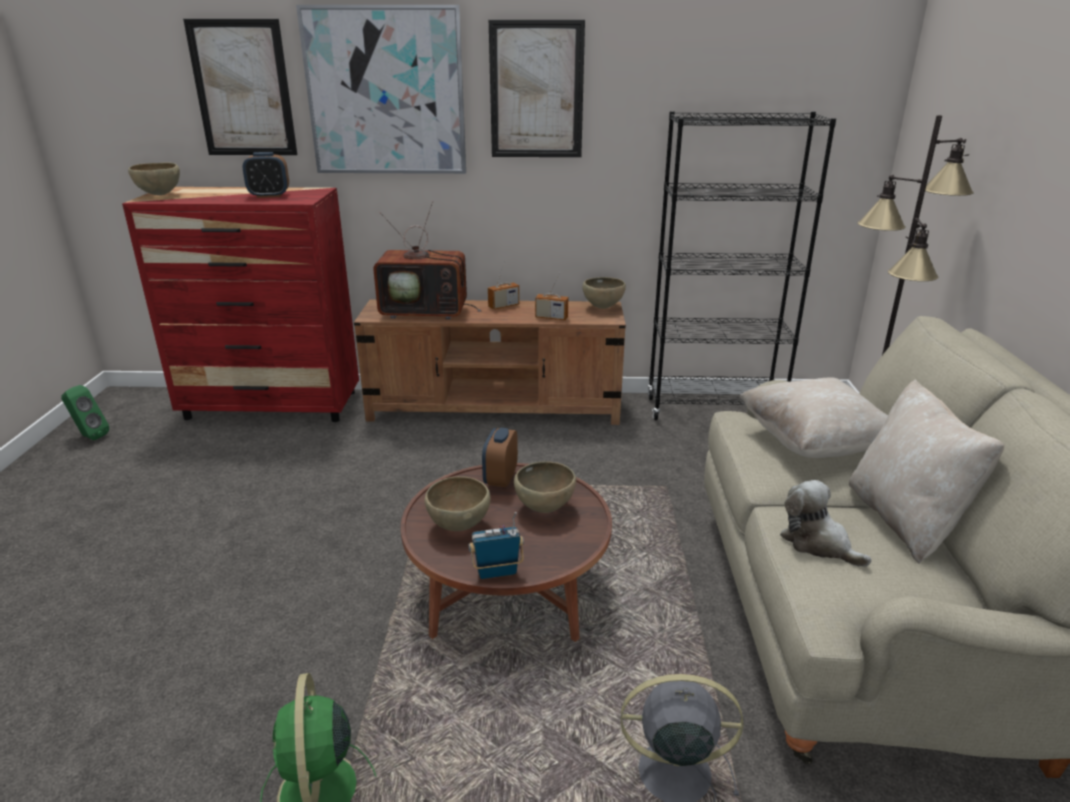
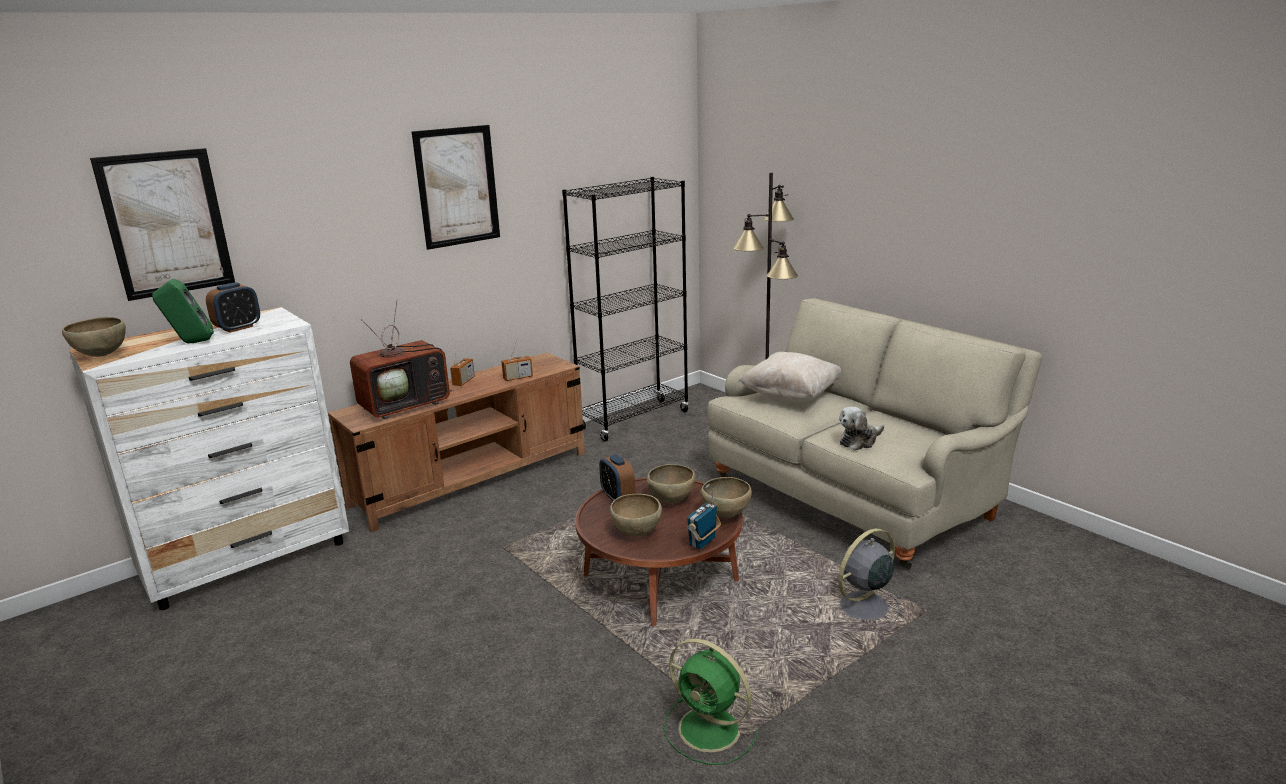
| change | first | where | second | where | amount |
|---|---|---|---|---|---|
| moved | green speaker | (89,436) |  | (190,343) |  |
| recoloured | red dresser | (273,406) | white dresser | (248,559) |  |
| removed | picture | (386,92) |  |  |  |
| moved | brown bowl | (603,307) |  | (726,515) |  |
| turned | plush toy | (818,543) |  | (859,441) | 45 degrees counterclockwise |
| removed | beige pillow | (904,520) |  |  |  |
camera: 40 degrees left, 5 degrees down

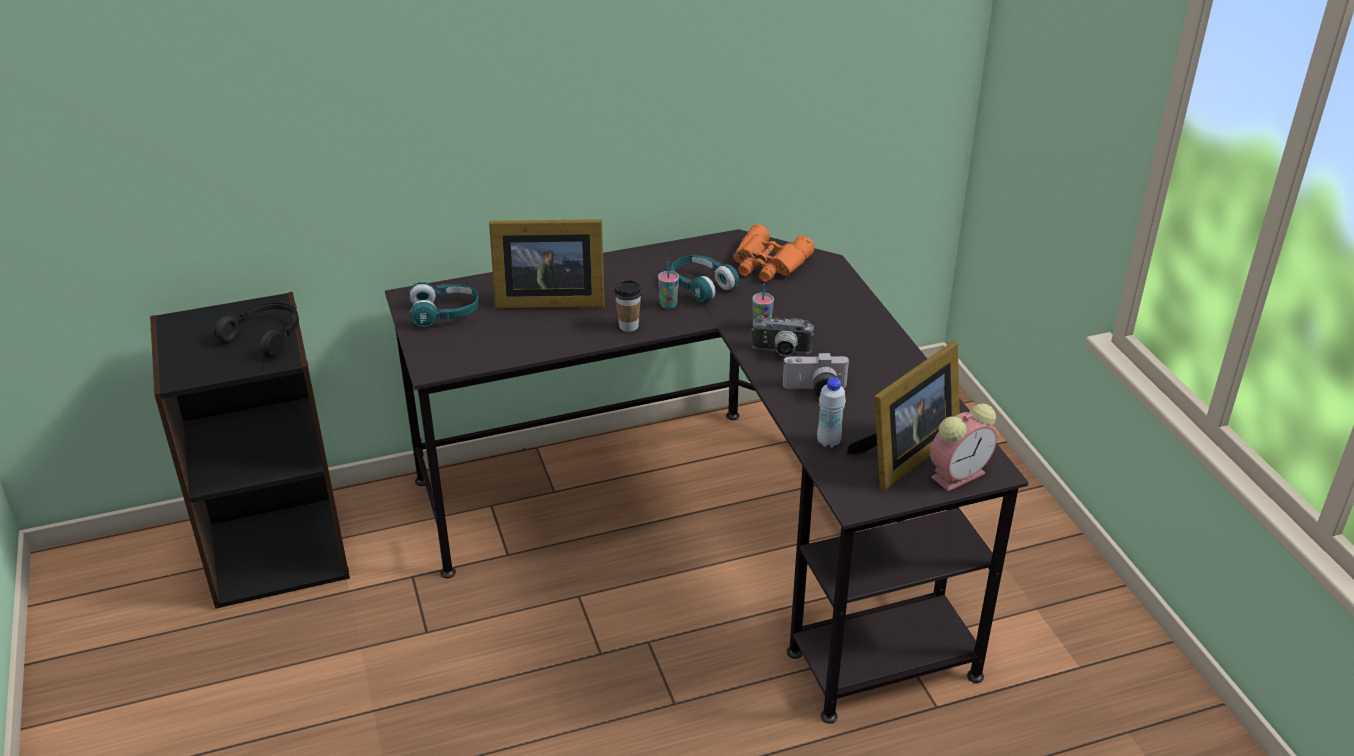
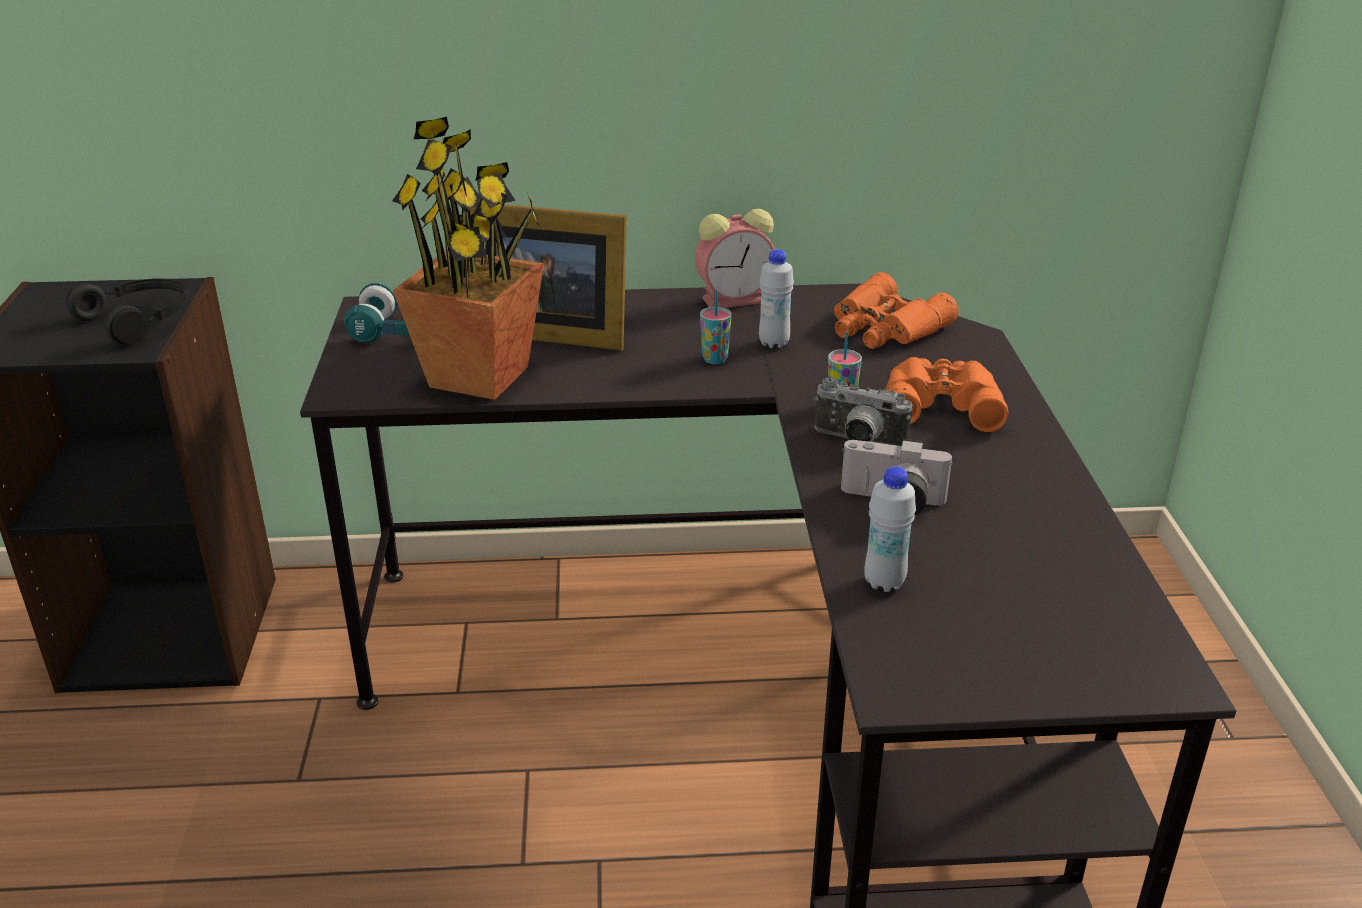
| change | first | where | second | where | amount |
|---|---|---|---|---|---|
| removed | cup | (628,326) |  |  |  |
| replaced | turquoise headphones | (701,286) | white bottle | (774,343) |  |
| removed | picture frame | (904,455) |  |  |  |
| moved | alarm clock | (959,474) |  | (736,299) |  |
| added |  |  | potted plant | (479,376) |  |
| added |  |  | orange binoculars | (940,402) |  |
camera: 15 degrees right, 5 degrees down

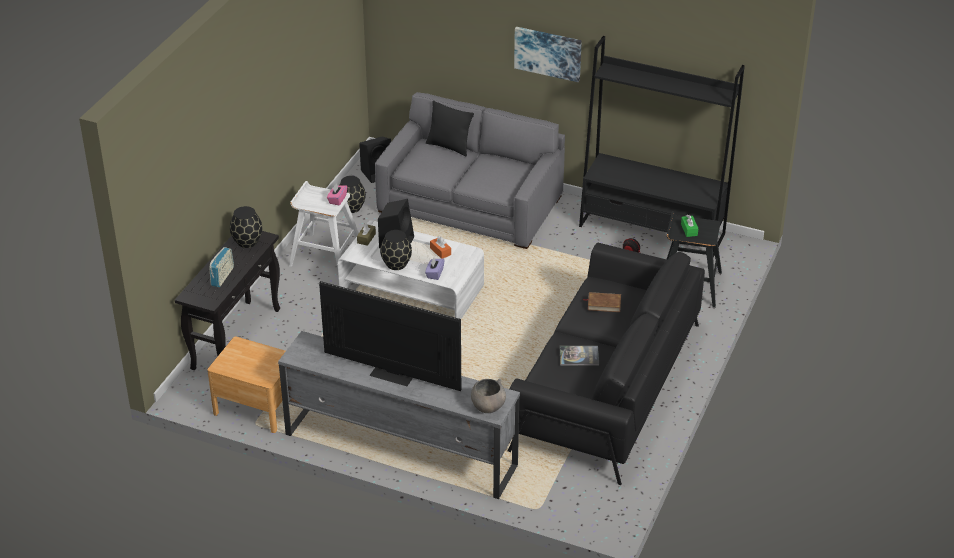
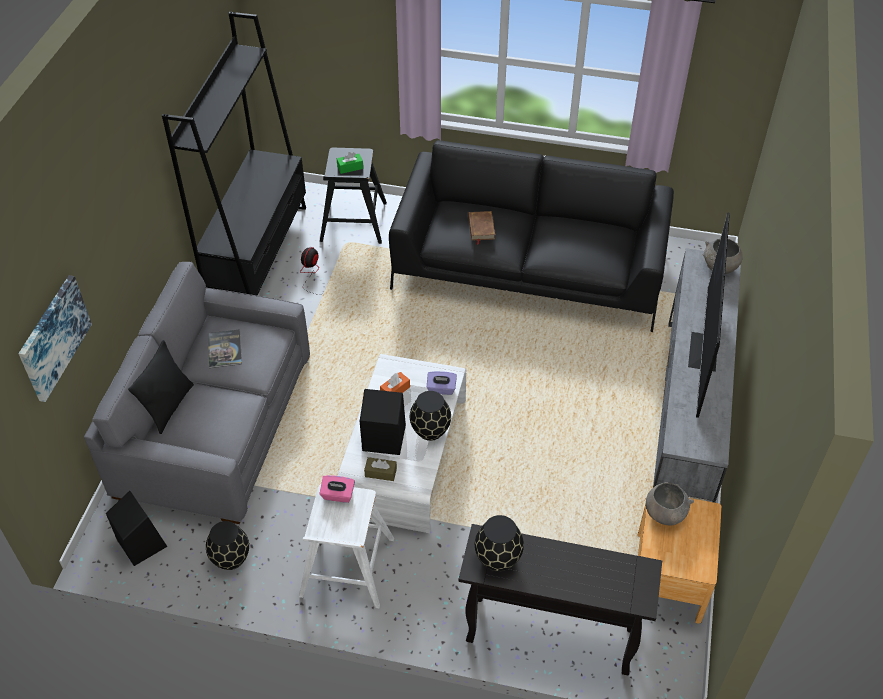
| change | first | where | second | where | amount |
|---|---|---|---|---|---|
| removed | radio | (222,276) |  |  |  |
| moved | picture | (548,53) |  | (53,337) |  |
| moved | book | (579,356) |  | (224,349) |  |
| added |  |  | grey bowl | (664,514) |  |
camera: 100 degrees left, 10 degrees up

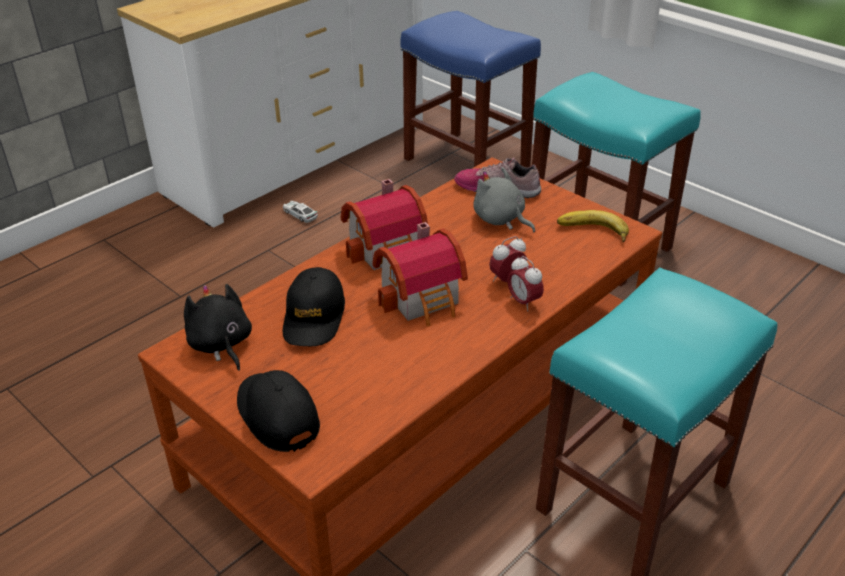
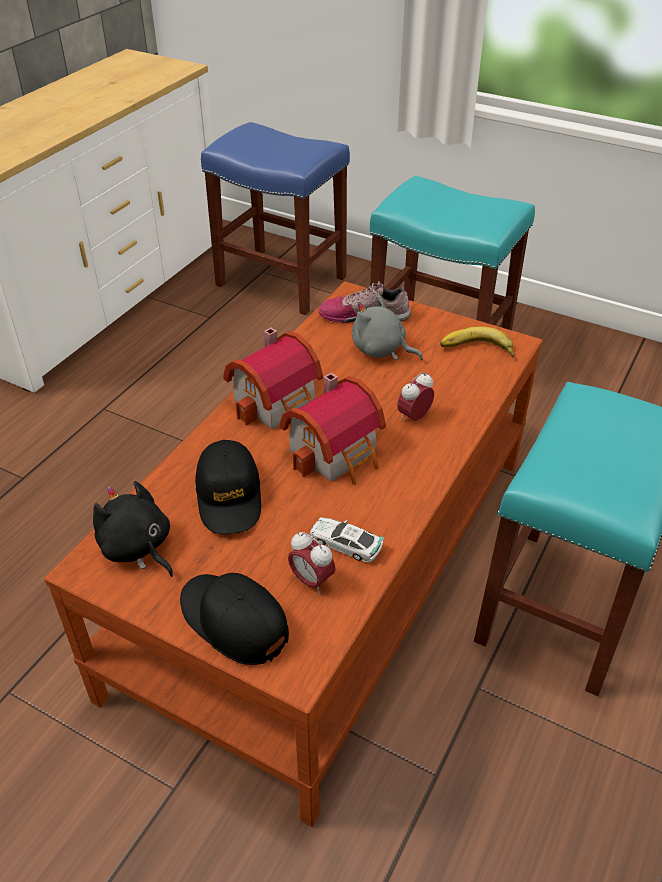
| change | first | where | second | where | amount |
|---|---|---|---|---|---|
| moved | toy car | (300,214) |  | (345,543) |  |
| moved | alarm clock | (523,302) |  | (311,580) |  |
camera: 15 degrees left, 5 degrees up

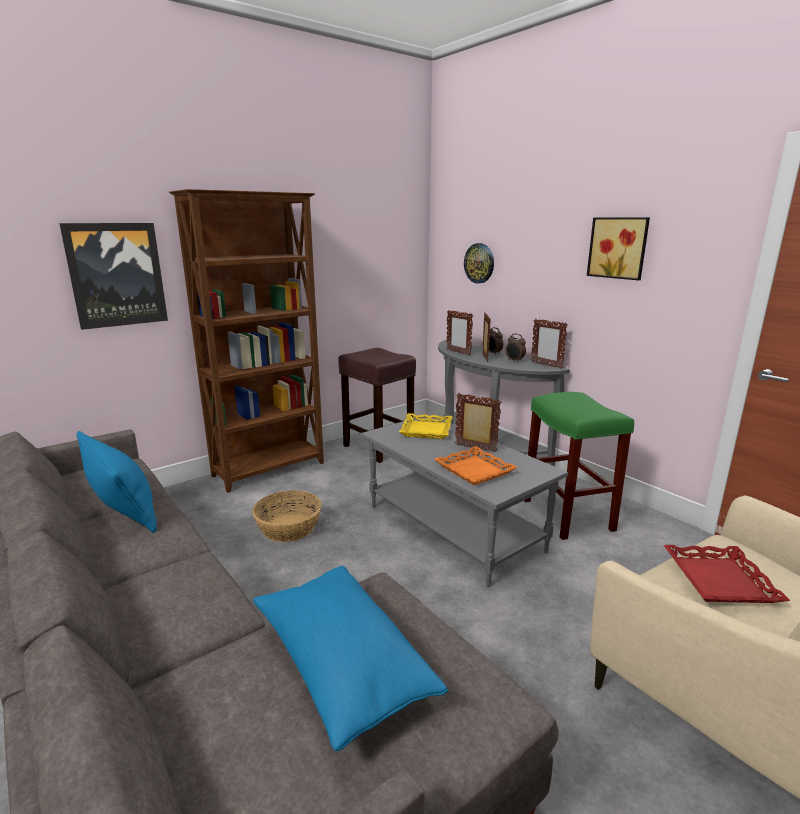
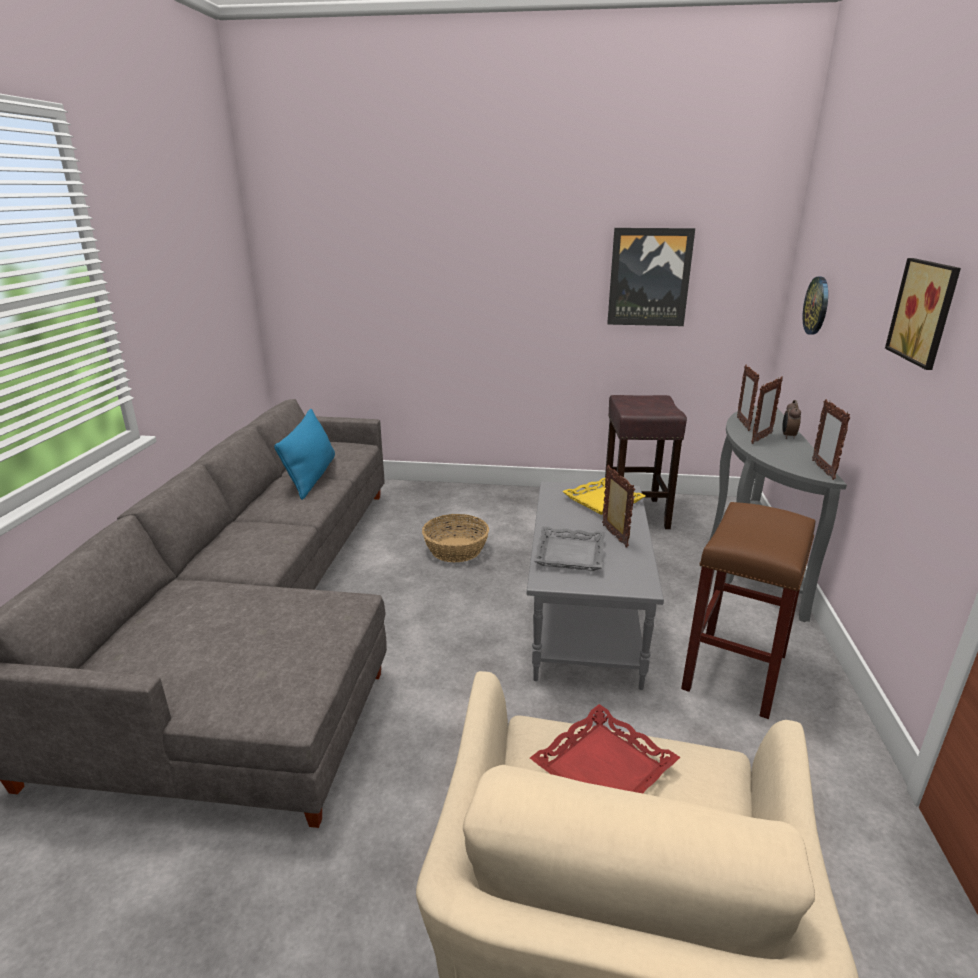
| change | first | where | second | where | amount |
|---|---|---|---|---|---|
| moved | picture | (117,275) |  | (649,277) |  |
| removed | brown bookcase | (270,469) |  |  |  |
| removed | blue pillow | (341,664) |  |  |  |
| recoloured | orange tray | (475,470) | grey tray | (570,554) |  |
| removed | alarm clock | (514,361) |  |  |  |
| recoloured | green stool | (568,515) | brown stool | (735,673) |  |
camera: 45 degrees right, 5 degrees up

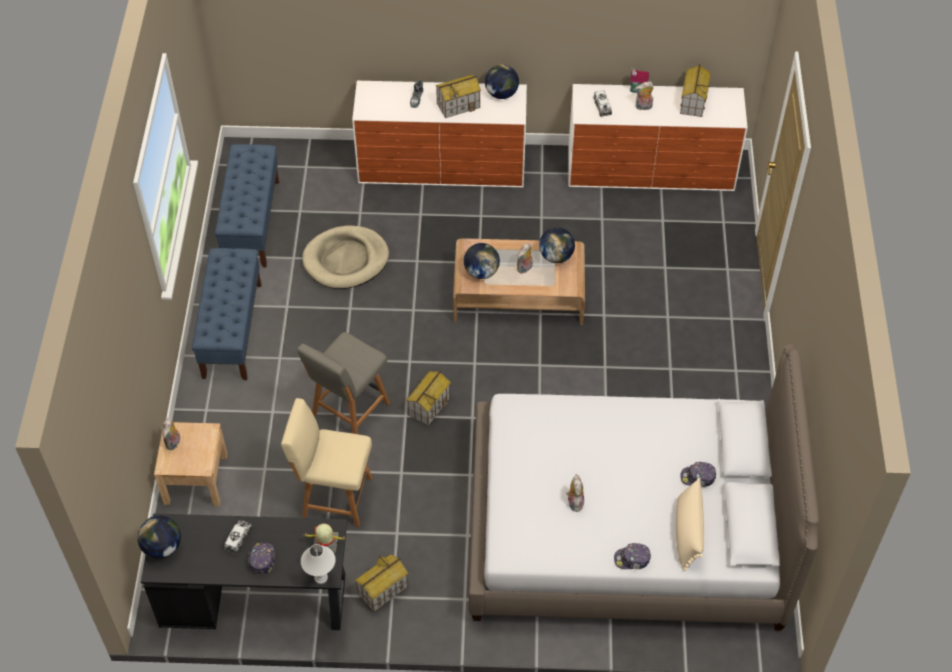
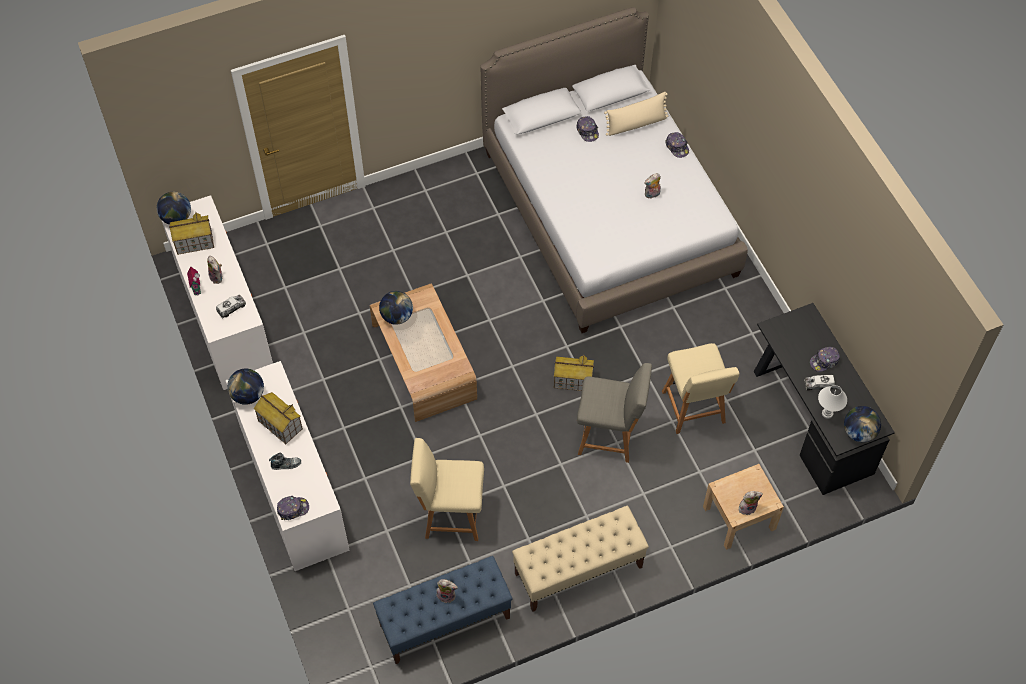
| change | first | where | second | where | amount |
|---|---|---|---|---|---|
| recoloured | blue bench | (232,330) | beige bench | (578,570) |  |
| moved | white table lamp | (320,577) |  | (827,413) |  |
| replaced | beige dog bed | (346,260) | beige chair | (450,515) |  |
| removed | toy robot | (326,543) |  |  |  |
| removed | toy house | (383,590) |  |  |  |
| moved | globe | (481,272) |  | (176,218) |  |
| moved | plush toy | (525,268) |  | (447,595) |  |
| added |  |  | cap | (293,509) |  |
camera: 115 degrees left, 5 degrees up

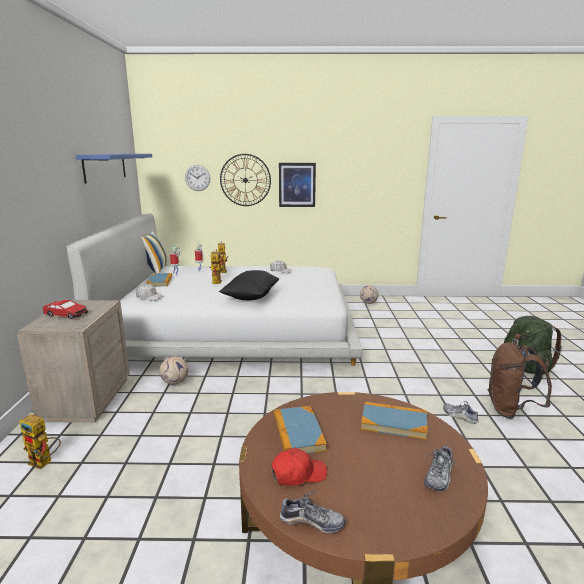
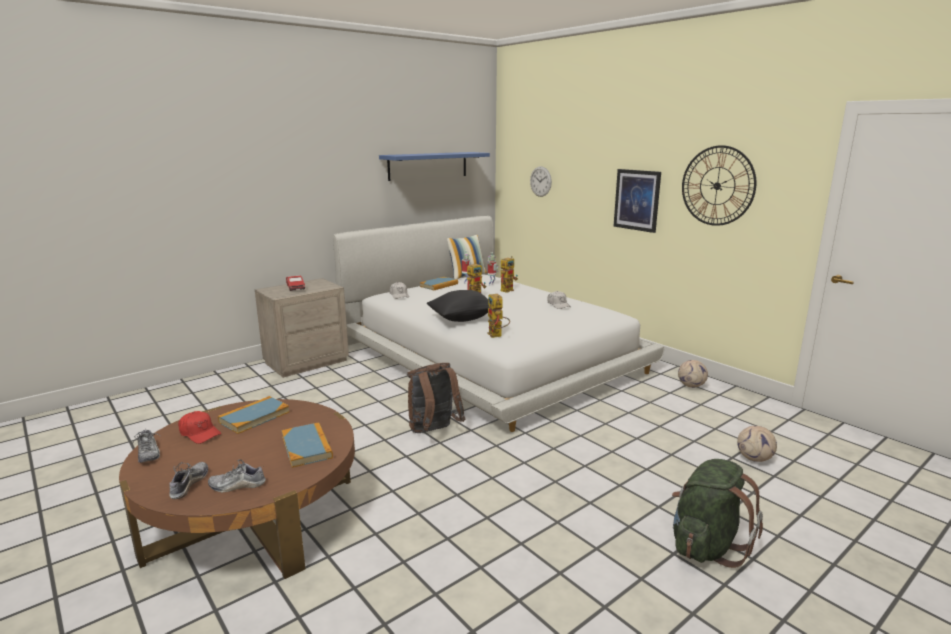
| change | first | where | second | where | amount |
|---|---|---|---|---|---|
| moved | toy robot | (45,462) |  | (497,336) |  |
| moved | football | (175,382) |  | (754,459) |  |
| moved | wall clock | (245,180) |  | (717,186) |  |
| moved | shoe | (459,416) |  | (189,484) |  |
| moved | brown backpack | (510,410) |  | (433,431) |  |
camera: 50 degrees right, 0 degrees up

